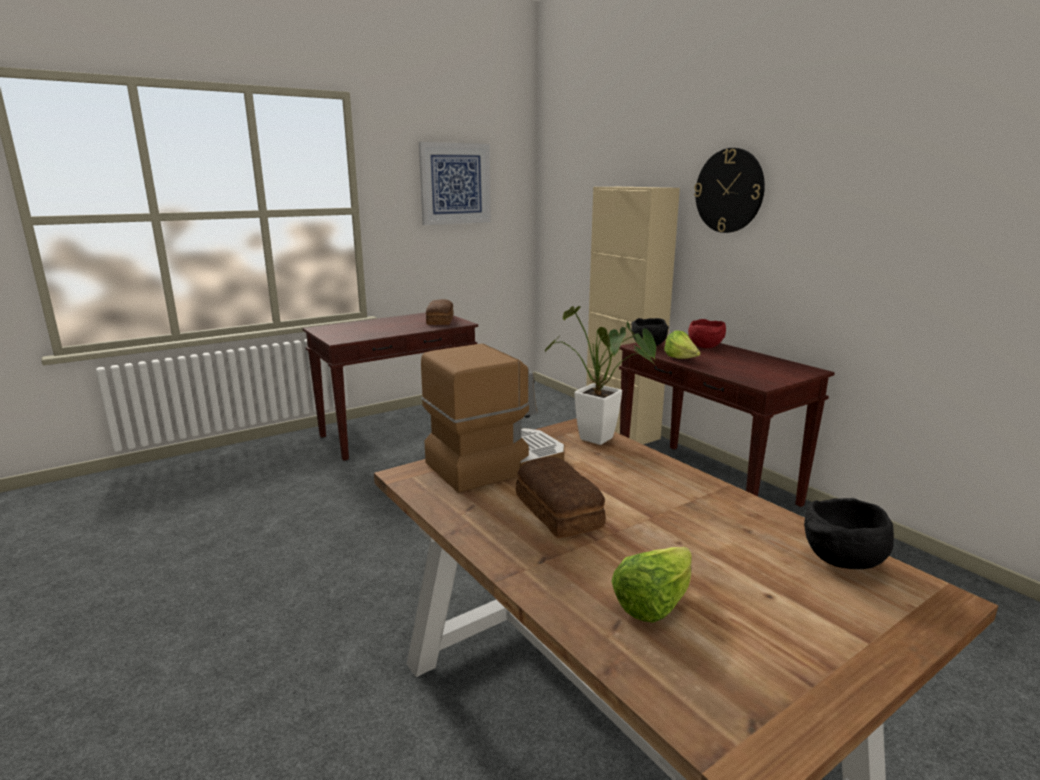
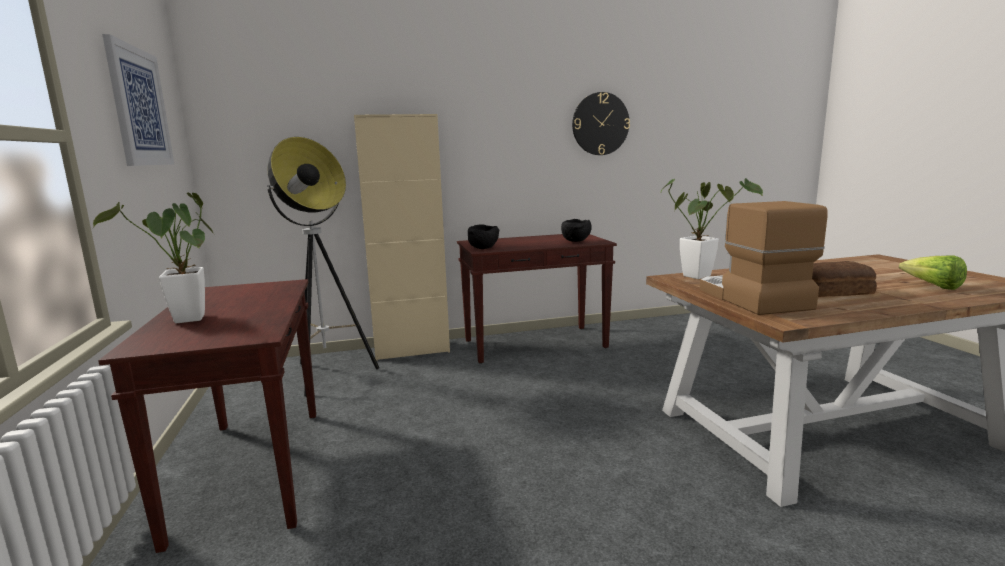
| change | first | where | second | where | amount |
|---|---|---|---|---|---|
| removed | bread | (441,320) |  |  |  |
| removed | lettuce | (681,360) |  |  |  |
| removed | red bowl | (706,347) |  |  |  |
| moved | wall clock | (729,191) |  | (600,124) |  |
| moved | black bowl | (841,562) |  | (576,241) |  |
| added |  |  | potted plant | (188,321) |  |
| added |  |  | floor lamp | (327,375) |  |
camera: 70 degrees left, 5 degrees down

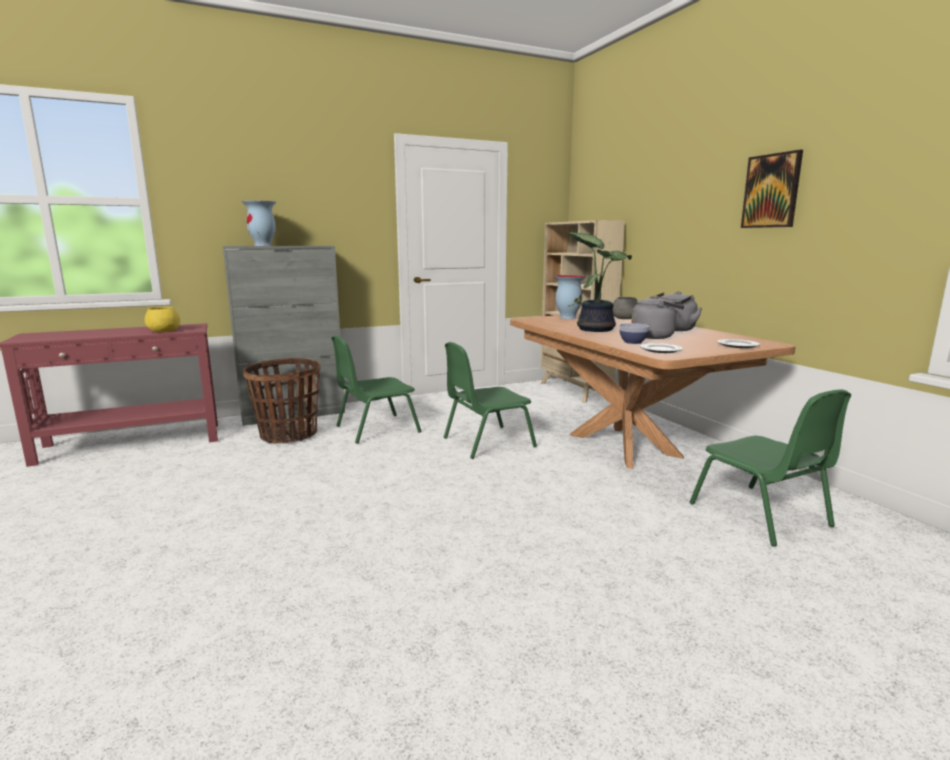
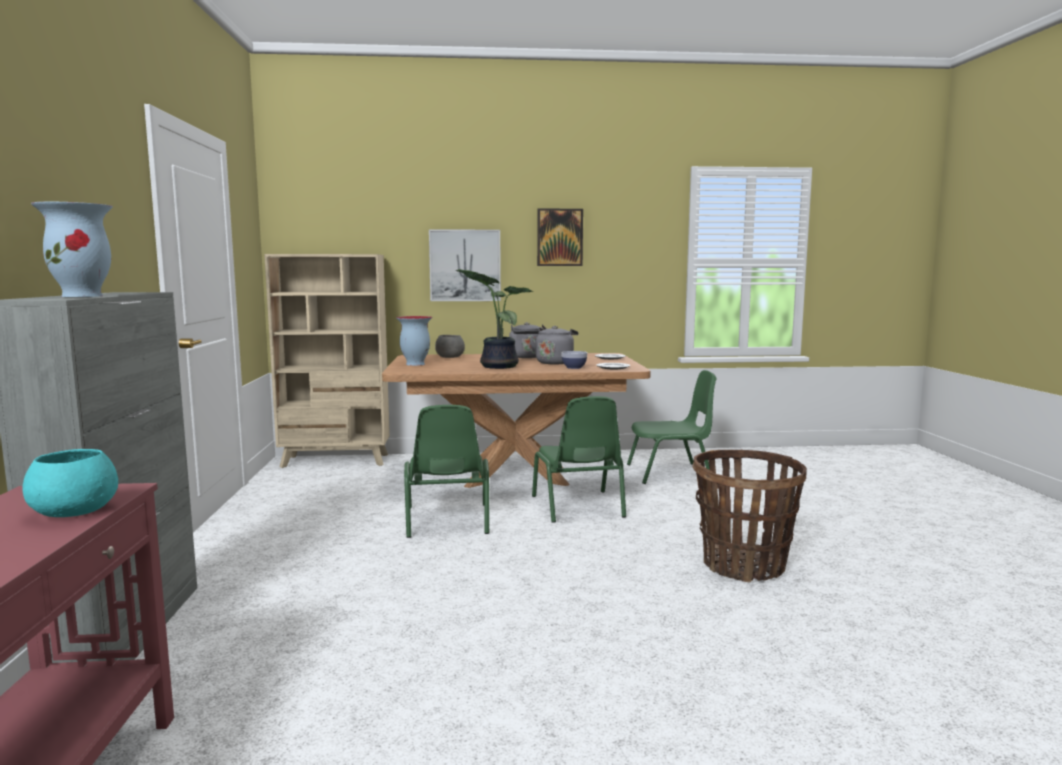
| change | first | where | second | where | amount |
|---|---|---|---|---|---|
| recoloured | yellow bowl | (164,331) | turquoise bowl | (76,511) |  |
| moved | basket | (288,435) |  | (743,565) |  |
| moved | green chair | (376,429) |  | (578,507) |  |
| added |  |  | picture | (465,265) |  |
camera: 70 degrees left, 5 degrees down

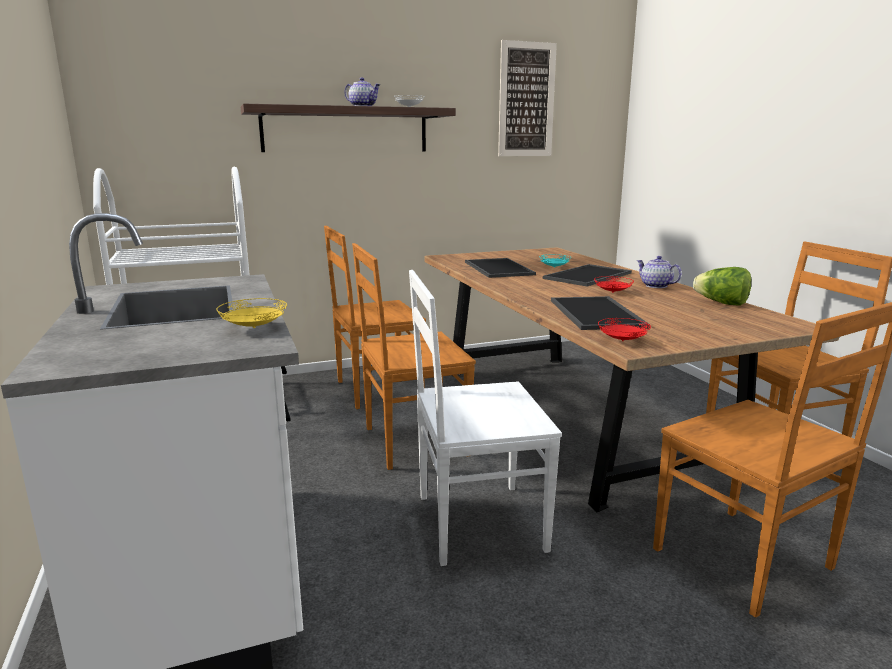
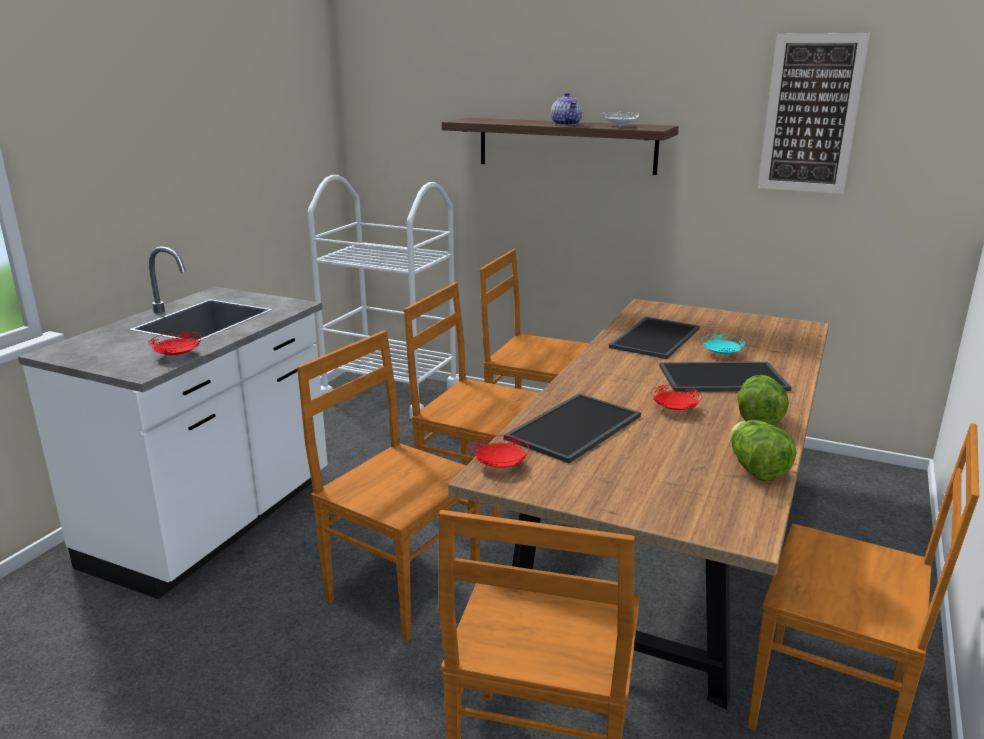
| change | first | where | second | where | amount |
|---|---|---|---|---|---|
| recoloured | yellow plate | (254,328) | red plate | (178,355) |  |
| recoloured | white chair | (476,523) | brown chair | (400,587) |  |
| replaced | teapot | (655,286) | lettuce | (757,418) |  |
camera: 45 degrees right, 5 degrees up

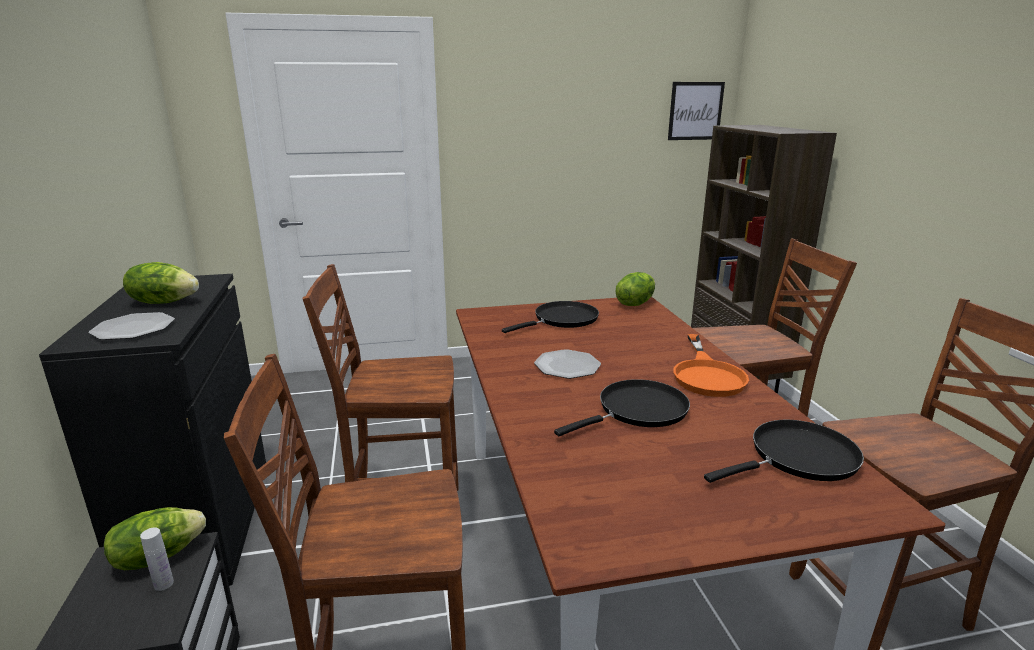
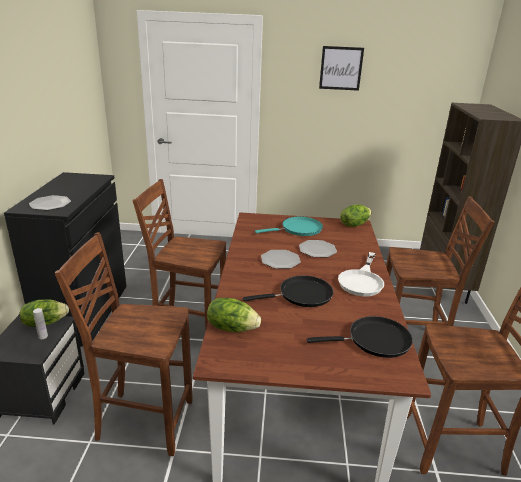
| change | first | where | second | where | amount |
|---|---|---|---|---|---|
| moved | lettuce | (164,302) |  | (232,327) |  |
| recoloured | black frying pan | (562,320) | turquoise frying pan | (298,229) |  |
| moved | picture | (695,111) |  | (341,68) |  |
| recoloured | orange frying pan | (707,374) | white frying pan | (362,280) |  |
| added |  |  | plate | (317,250) |  |
camera: 15 degrees right, 5 degrees up

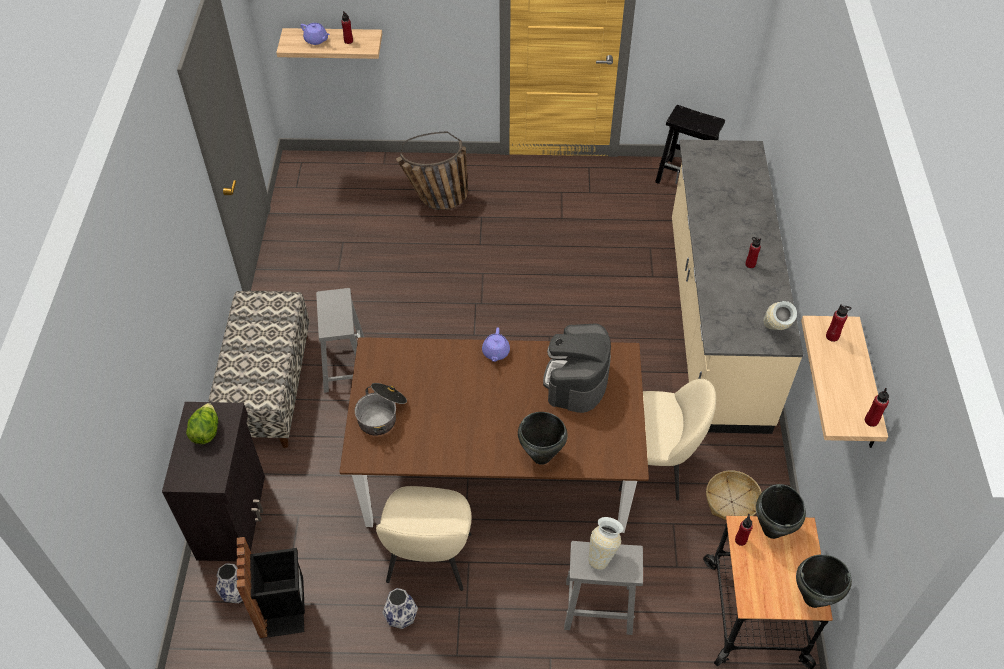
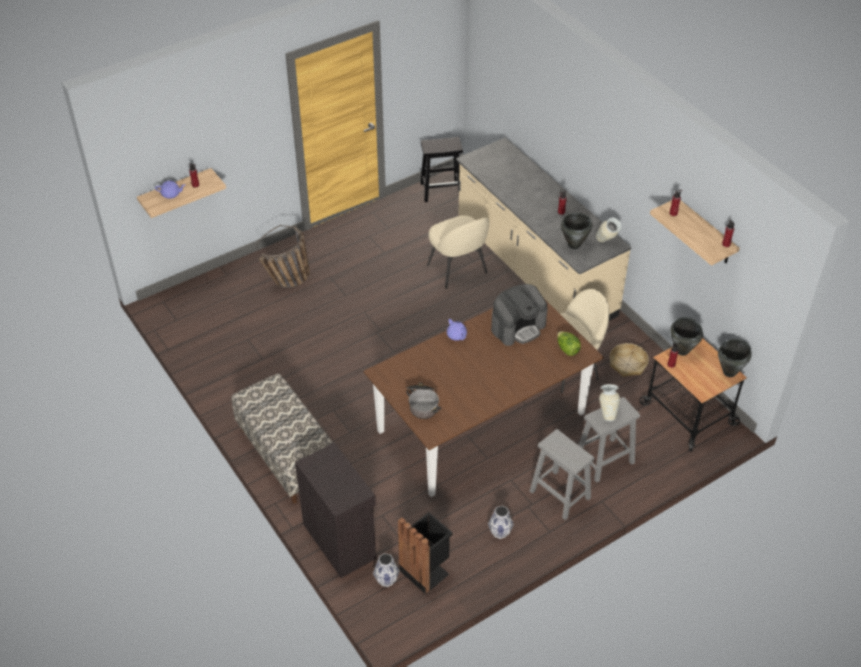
| change | first | where | second | where | amount |
|---|---|---|---|---|---|
| moved | lettuce | (206,432) |  | (567,349) |  |
| moved | grey stool | (345,366) |  | (559,494) |  |
| moved | beige chair | (428,560) |  | (458,270) |  |
| moved | black cooking pot | (541,457) |  | (574,245) |  |
| turned | coffee machine | (576,381) |  | (518,327) | 105 degrees counterclockwise |
camera: 35 degrees left, 5 degrees down

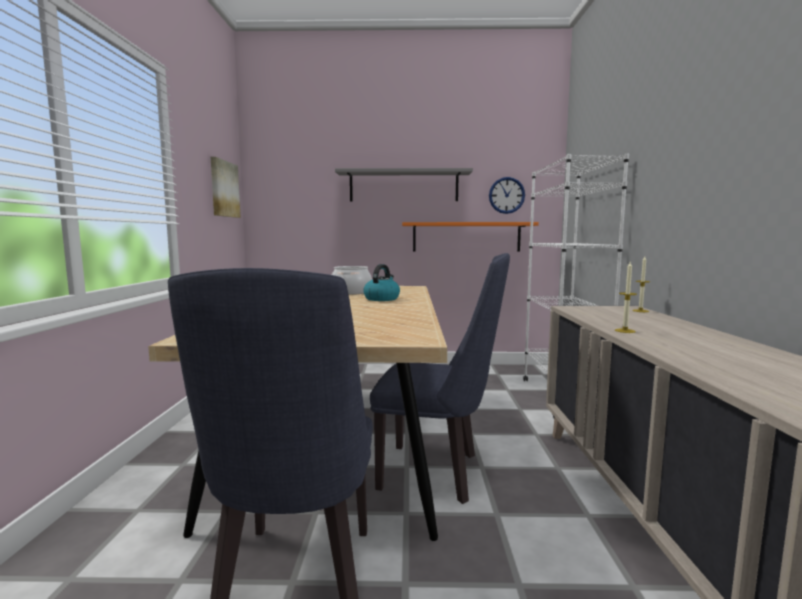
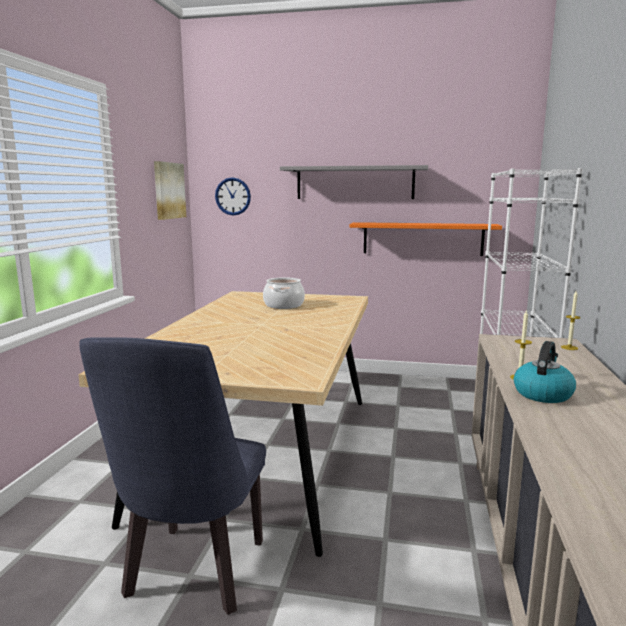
| change | first | where | second | where | amount |
|---|---|---|---|---|---|
| moved | kettle | (382,299) |  | (542,394) |  |
| removed | blue chair | (439,472) |  |  |  |
| moved | wall clock | (506,195) |  | (233,196) |  |
camera: 10 degrees right, 5 degrees up

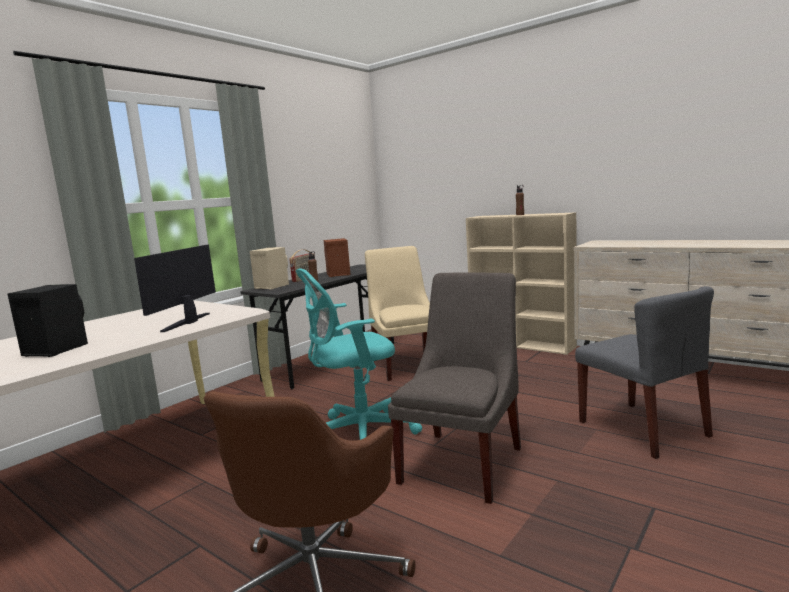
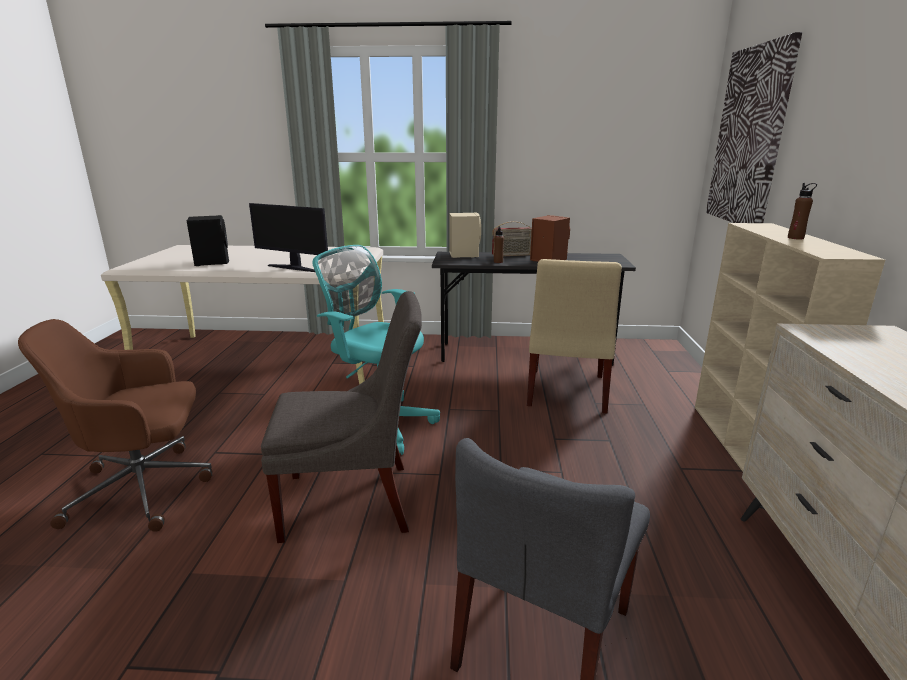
| change | first | where | second | where | amount |
|---|---|---|---|---|---|
| turned | monitor | (188,322) |  | (294,268) | 135 degrees counterclockwise |
| turned | beige chair | (407,364) |  | (565,392) | 150 degrees clockwise |
| added |  |  | picture | (749,137) |  |
camera: 55 degrees right, 10 degrees up

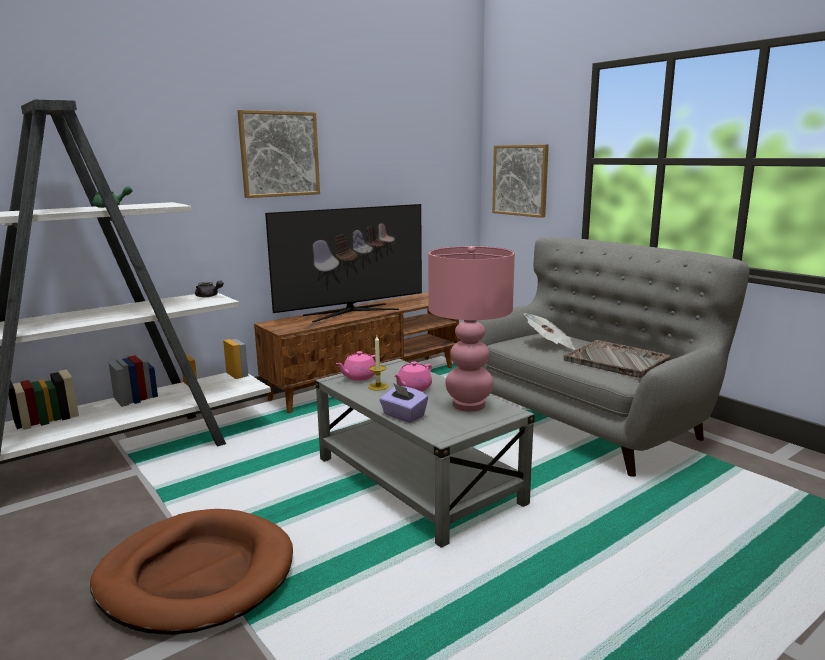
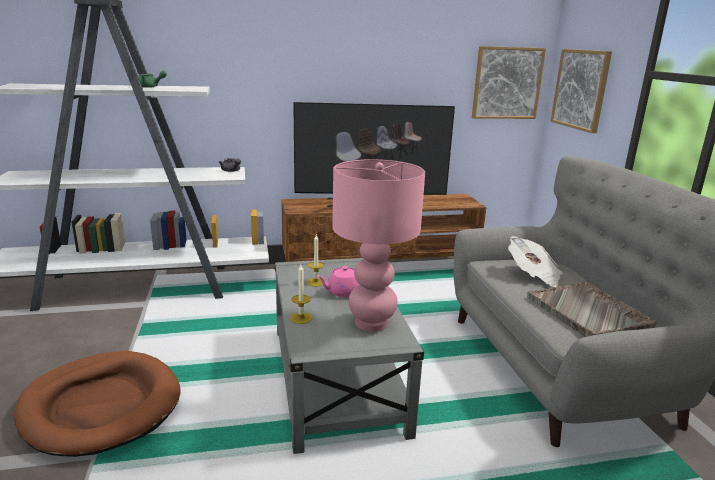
| change | first | where | second | where | amount |
|---|---|---|---|---|---|
| moved | picture | (279,154) |  | (507,83) |  |
| removed | pink teapot | (359,377) |  |  |  |
| replaced | purple tissue box | (403,416) | candle | (301,318) |  |
camera: 25 degrees right, 5 degrees up

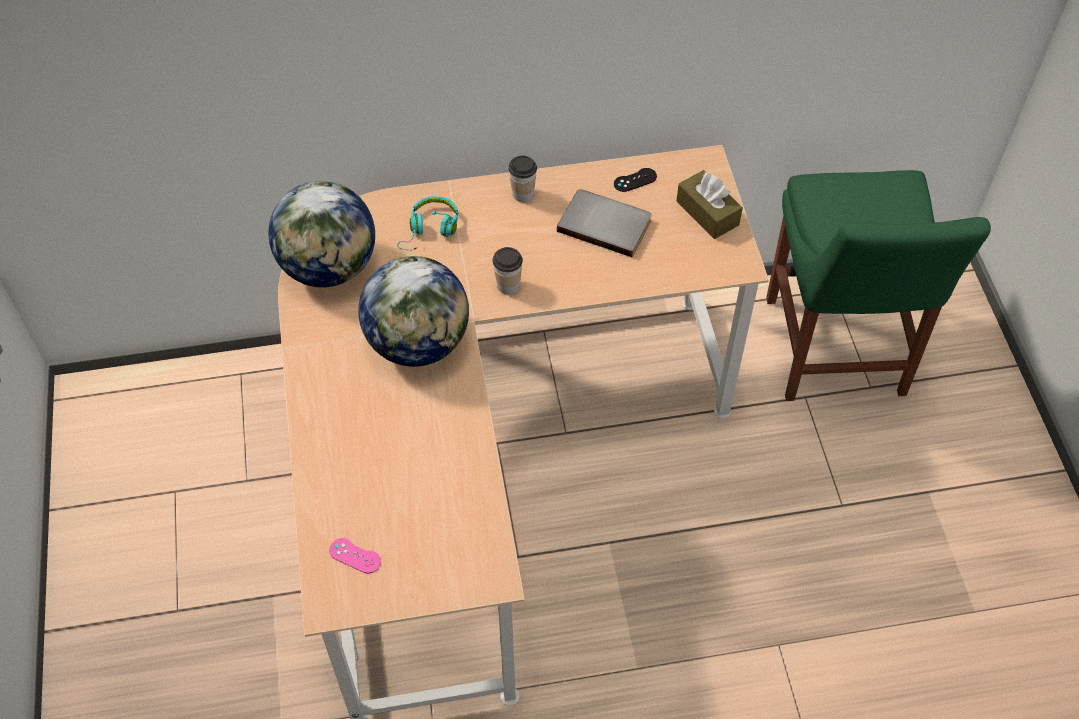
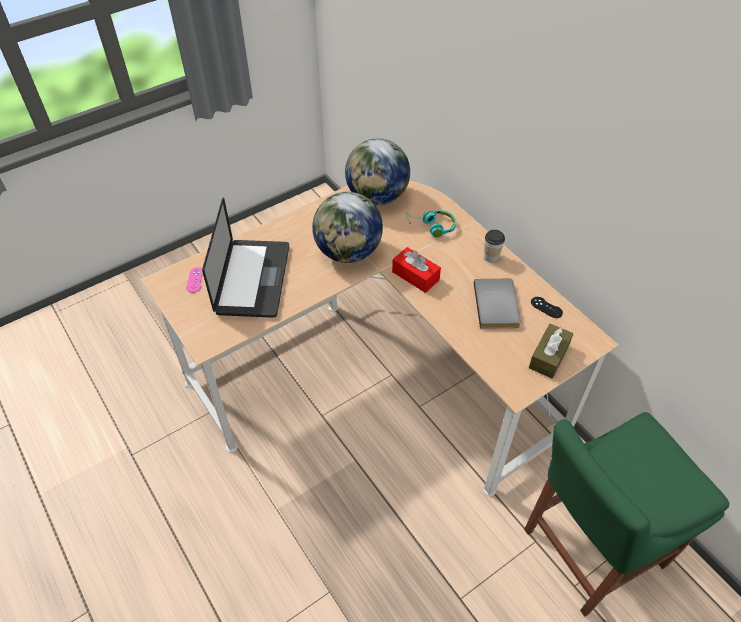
| change | first | where | second | where | amount |
|---|---|---|---|---|---|
| replaced | cup | (508,285) | red tissue box | (415,276) |  |
| added |  |  | laptop | (253,279) |  |
camera: 65 degrees right, 5 degrees down

